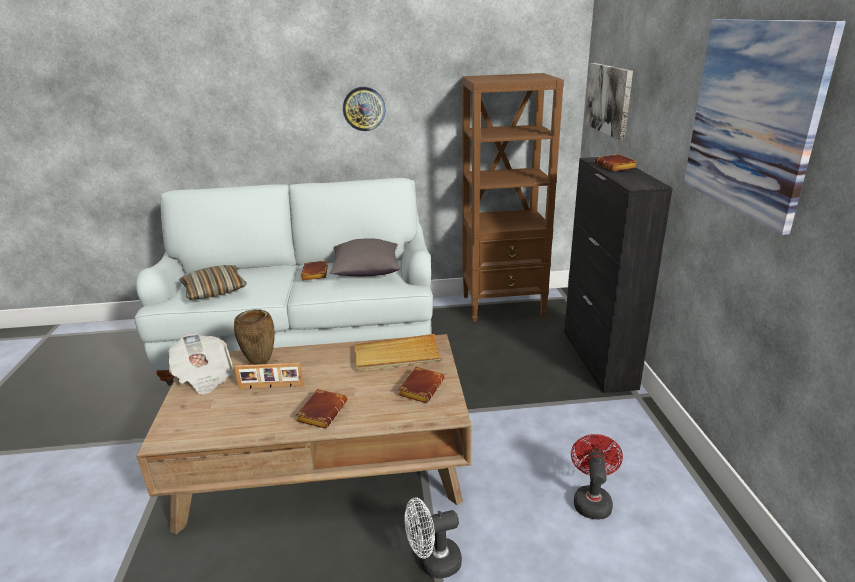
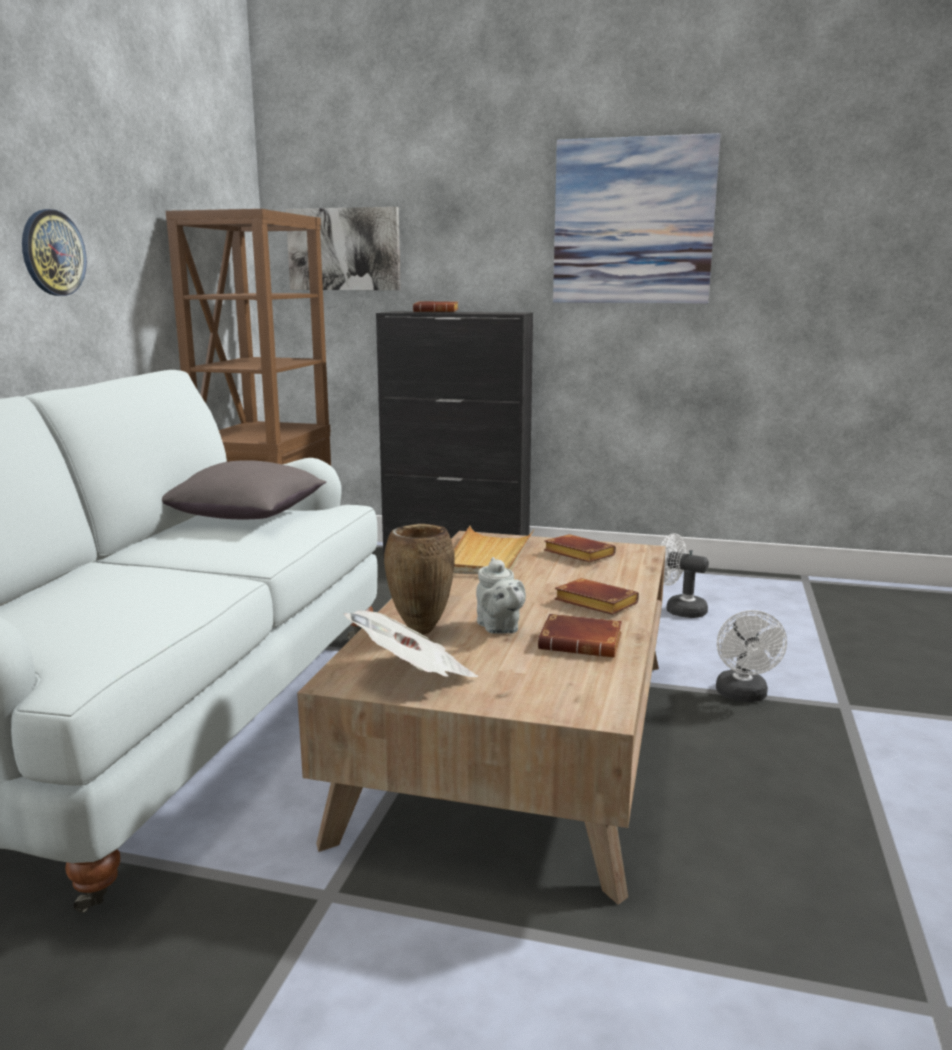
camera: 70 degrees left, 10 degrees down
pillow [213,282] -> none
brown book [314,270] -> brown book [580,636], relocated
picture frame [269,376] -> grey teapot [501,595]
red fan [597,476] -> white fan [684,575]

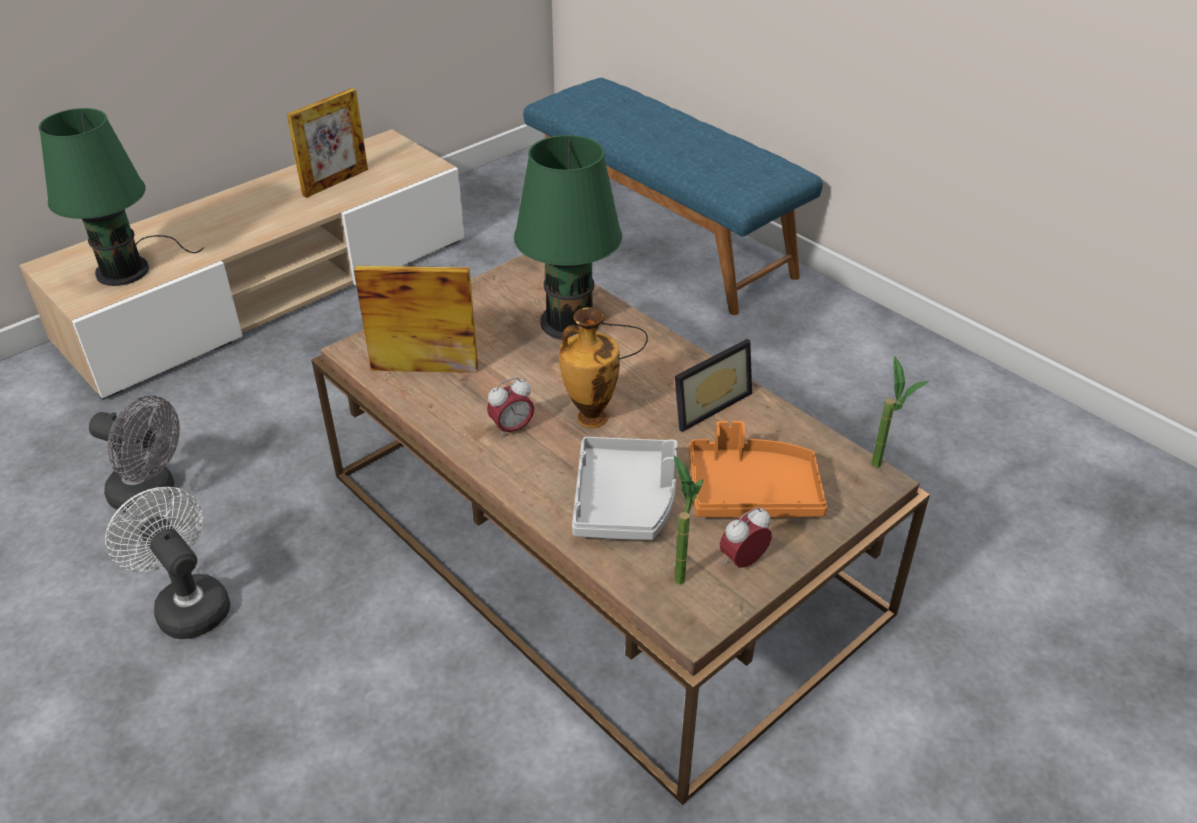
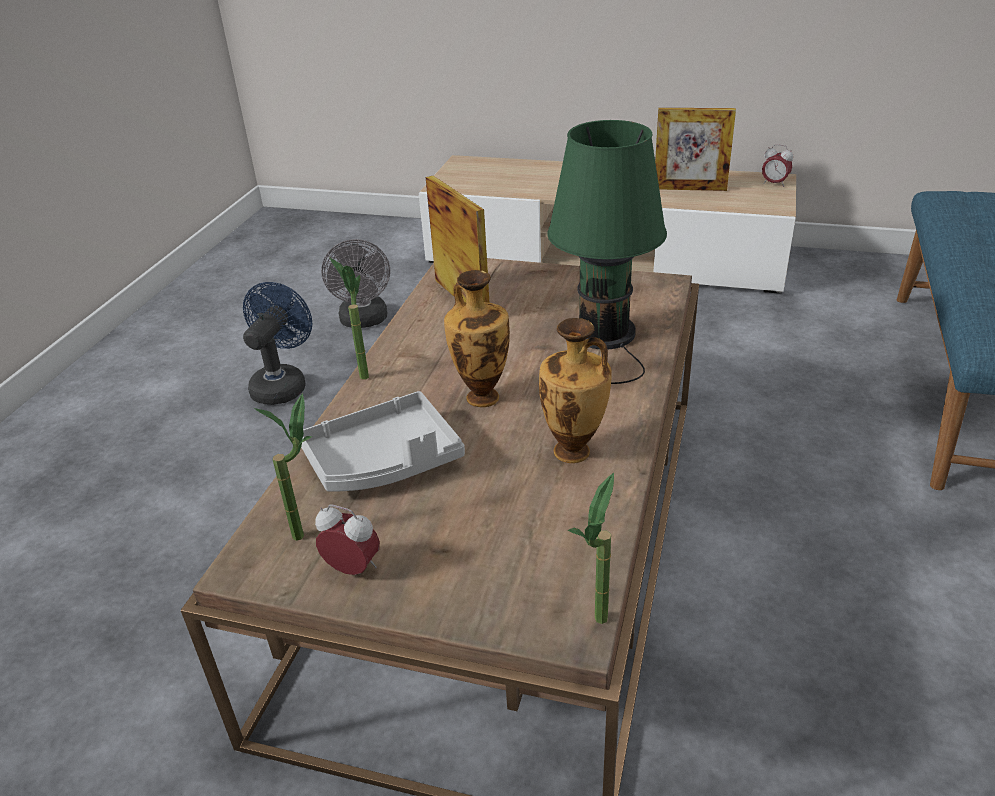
camera: 60 degrees right, 5 degrees down
green table lamp [121,197] -> none
orange tray [758,469] -> none
none -> potted plant [349,318]
alarm clock [510,407] -> alarm clock [777,165], relocated
picture frame [713,385] -> vase [575,390]
white fan [167,563] -> blue fan [277,343]

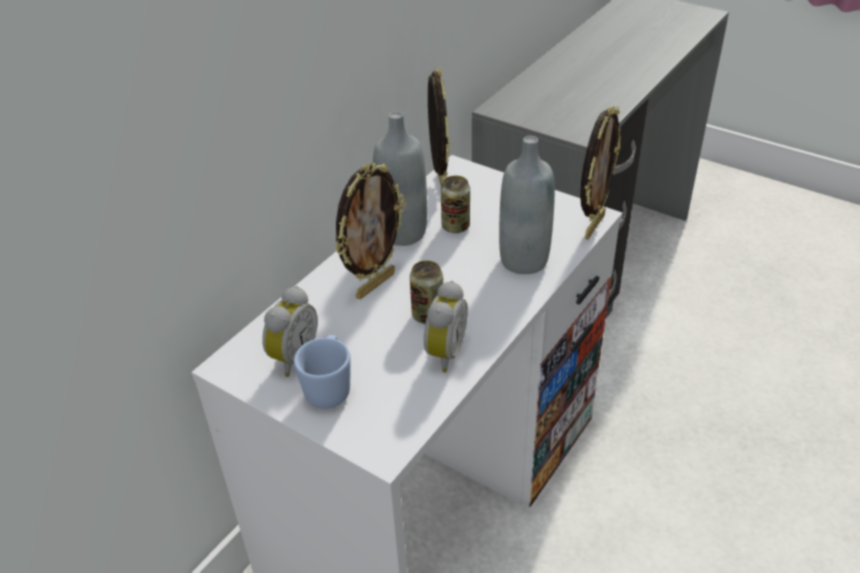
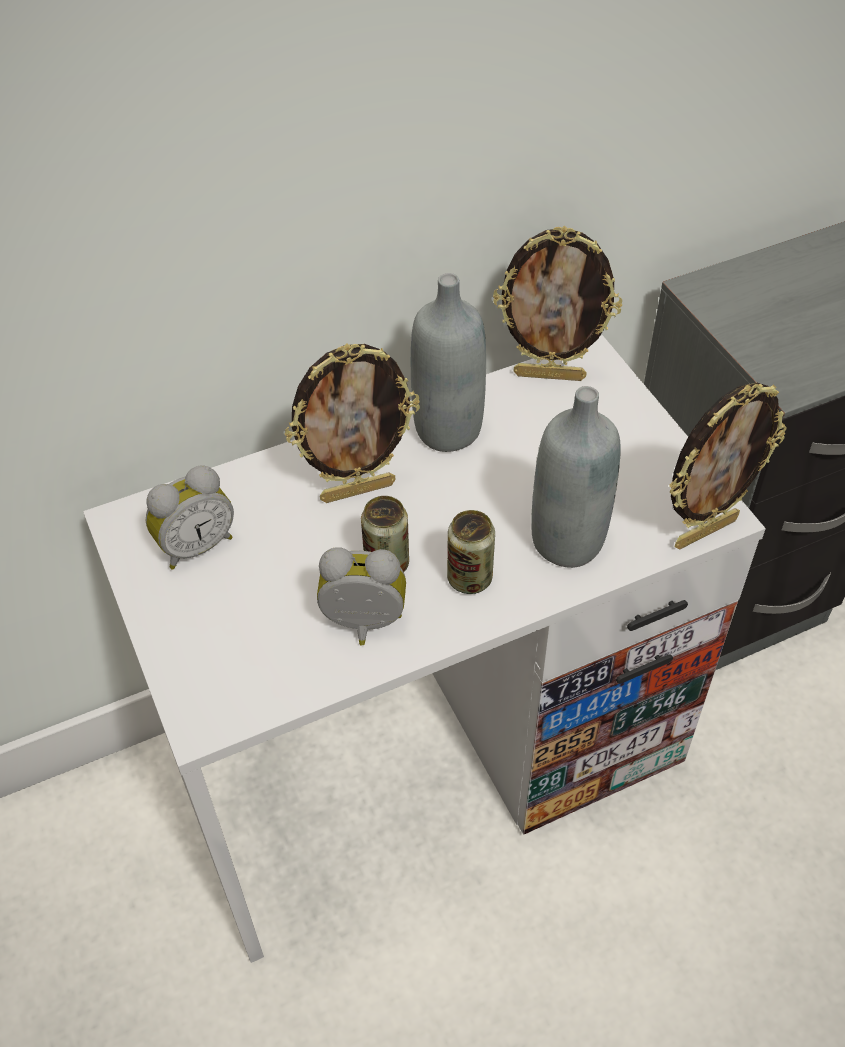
camera: 30 degrees right, 10 degrees up
blue mug [322,372] -> none
can [455,204] -> can [471,552], relocated
alarm clock [446,327] -> alarm clock [361,596], 135 degrees counterclockwise
picture frame [439,127] -> picture frame [557,303], 75 degrees clockwise

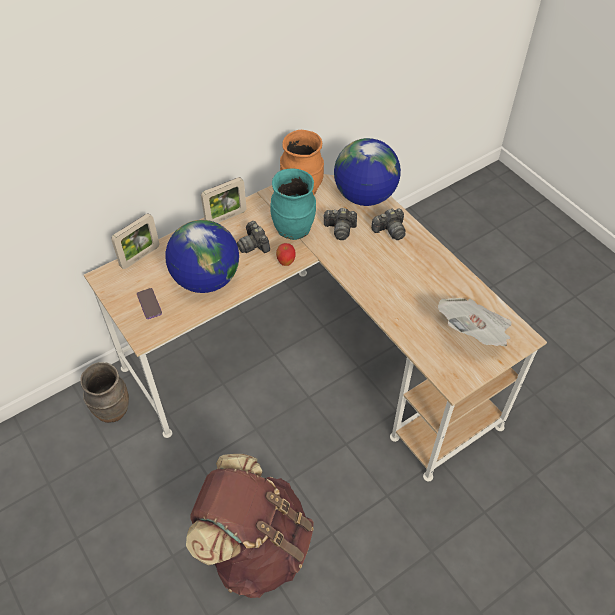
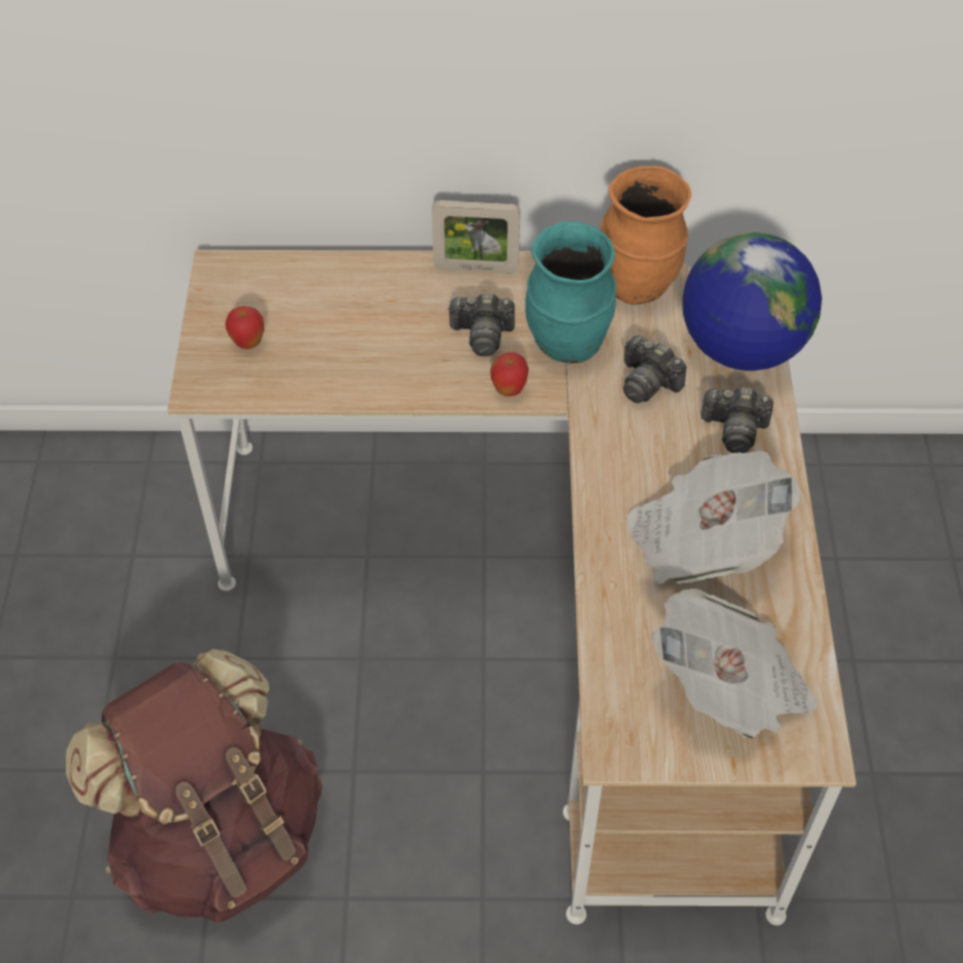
camera: 35 degrees right, 0 degrees up
brown vase [104,392] -> none
picture frame [135,241] -> none
globe [202,256] -> none
none -> newspaper [713,517]
phone [149,303] -> apple [244,327]
photo camera [253,237] -> photo camera [481,324], 90 degrees counterclockwise

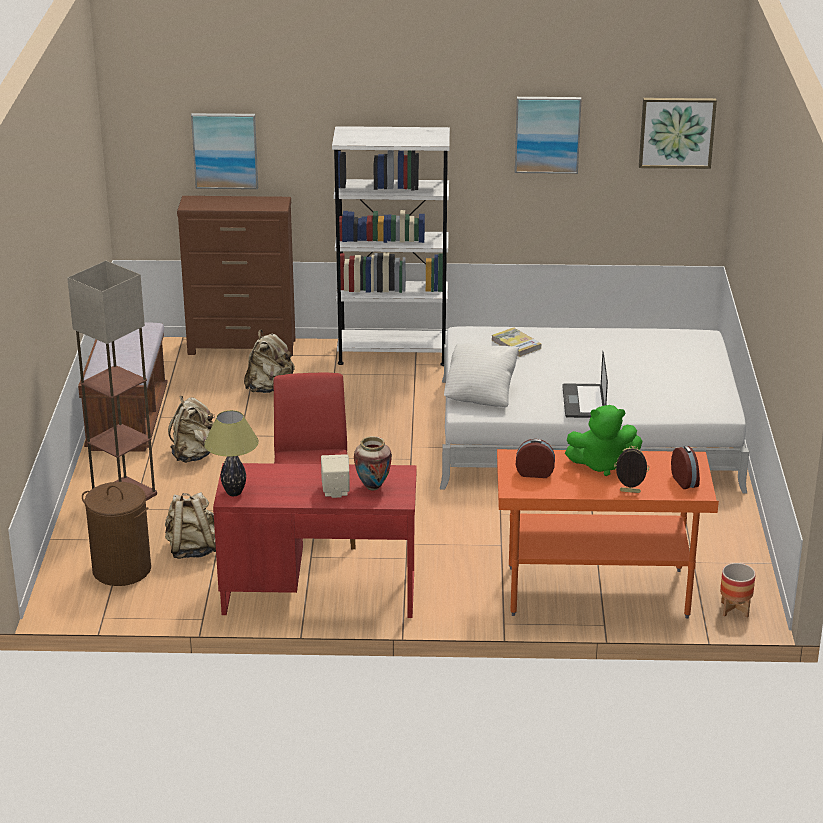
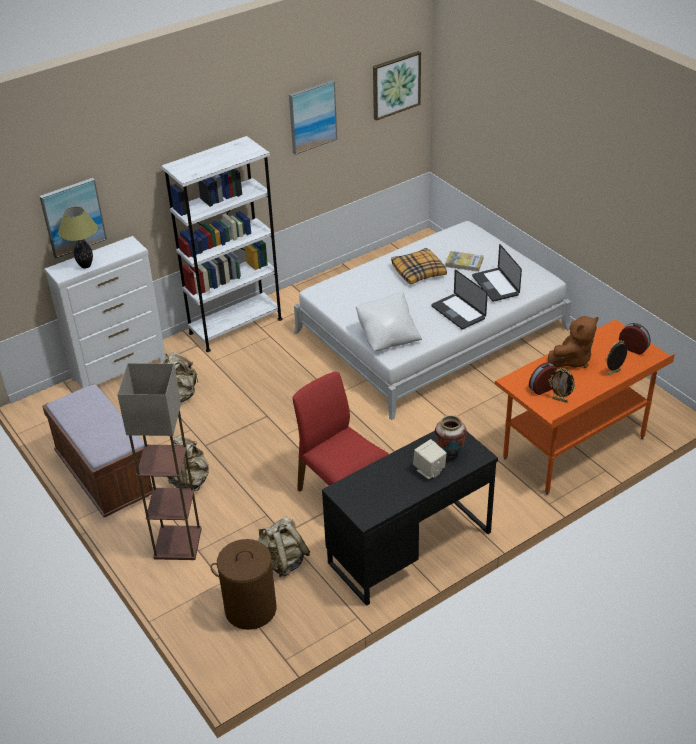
camera: 35 degrees left, 10 degrees up
planter [738,590] -> none
none -> pillow [419,266]
none -> laptop [497,273]
none -> picture frame [562,385]
table lamp [231,453] -> table lamp [78,237], relocated
book [516,342] -> book [464,261], relocated
brown dresser [236,276] -> white dresser [105,312]
red desk [315,540] -> black desk [410,518]
green plush toy [603,440] -> brown plush toy [573,342]

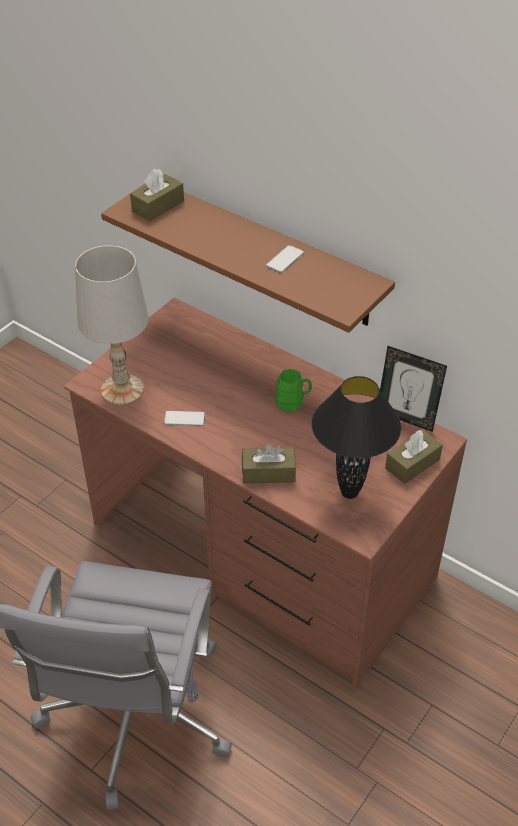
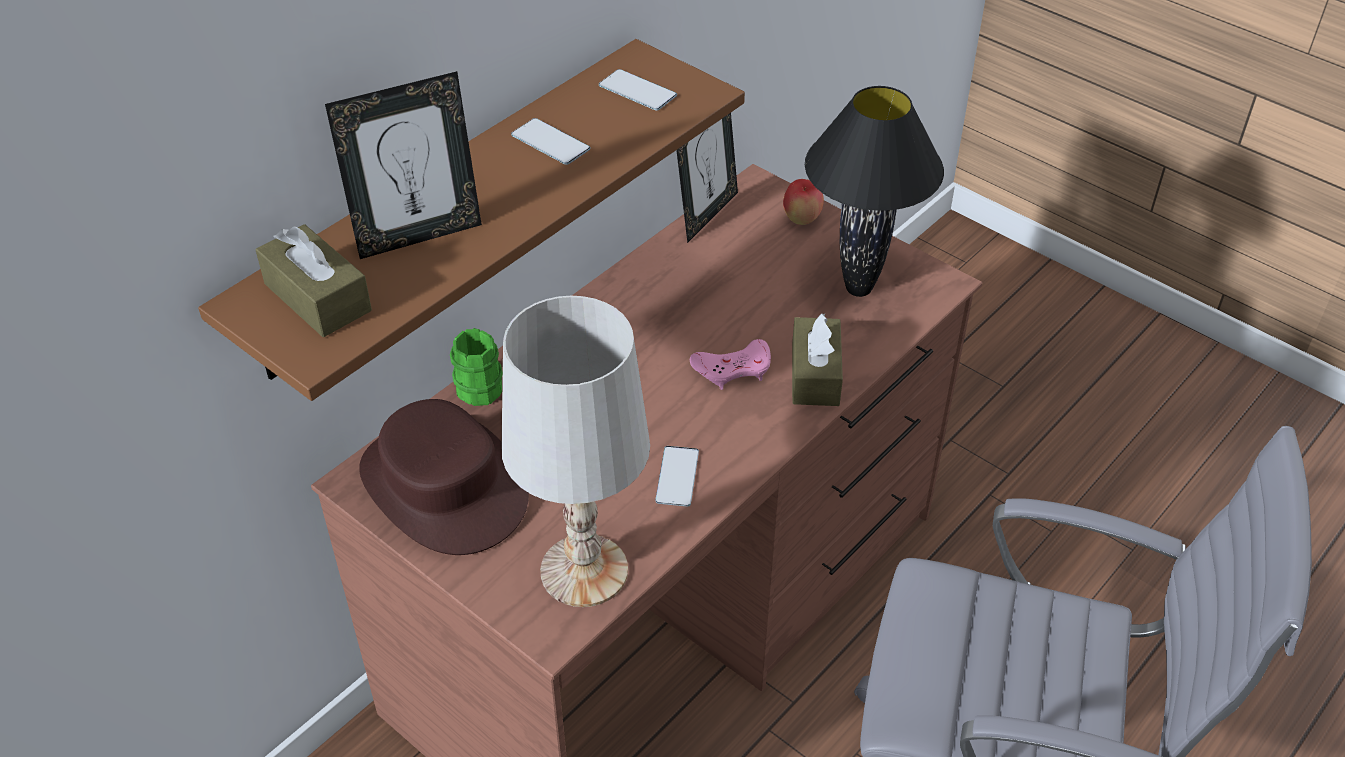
camera: 85 degrees left, 0 degrees up
none -> picture frame [403,165]
none -> brown hat [444,477]
none -> phone [638,90]
none -> pink game controller [730,364]
green mug [293,390] -> green mug [476,367], relocated
brown tissue box [414,457] -> apple [803,202]

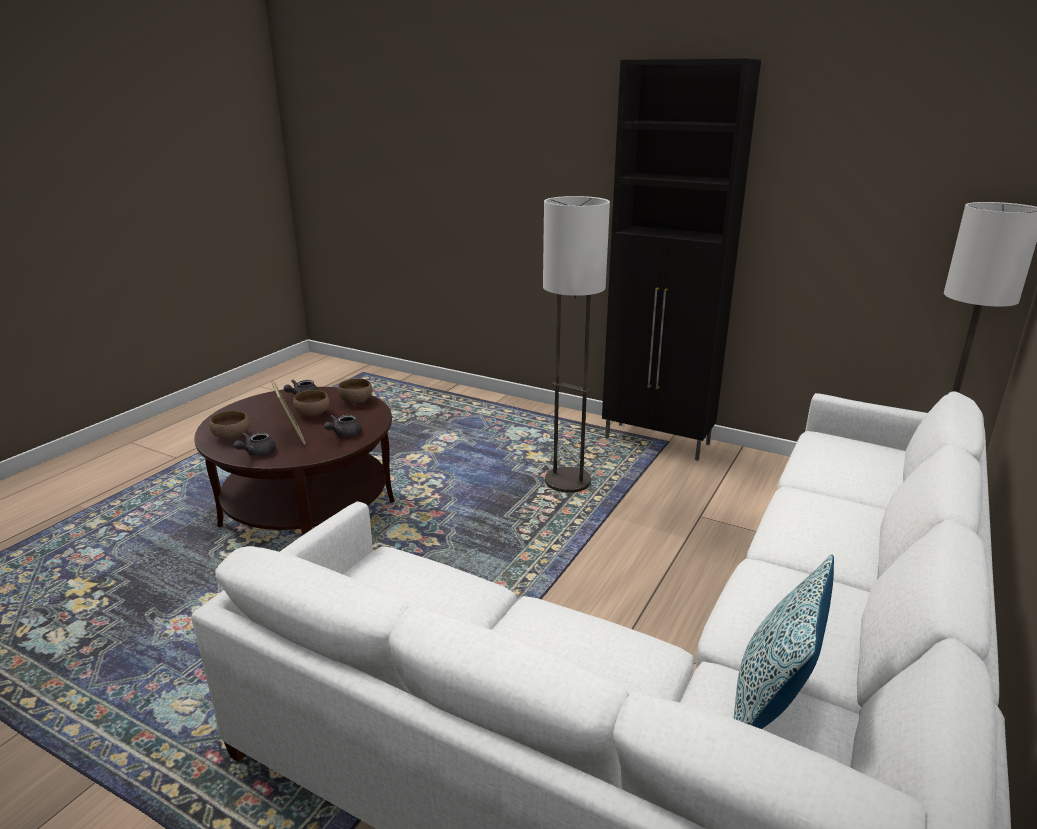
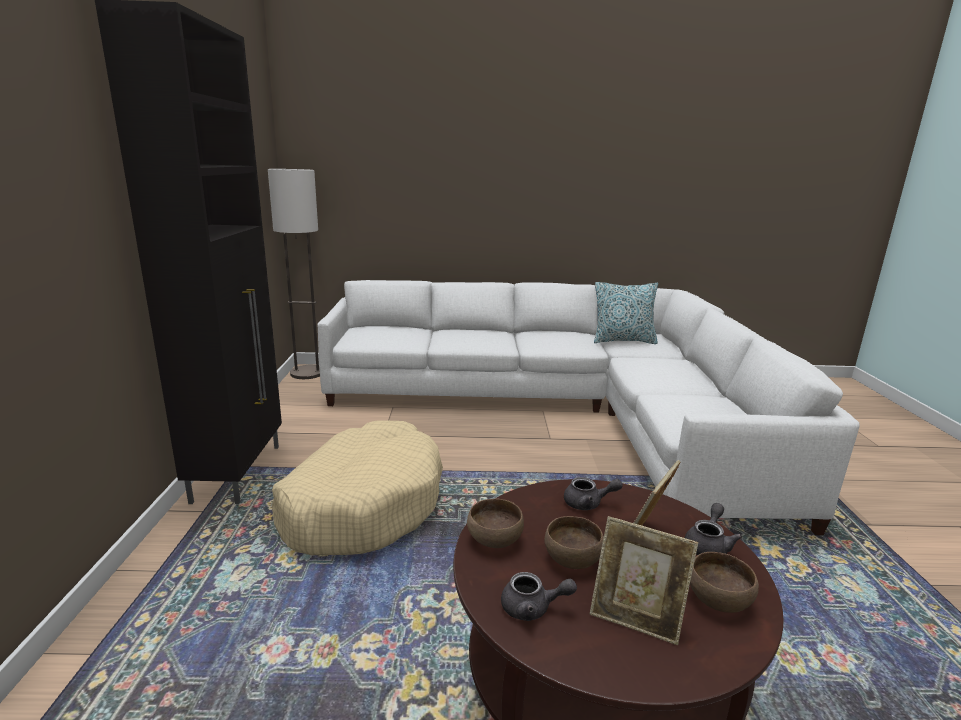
camera: 120 degrees left, 5 degrees down
none -> picture frame [644,580]
floor lamp [576,344] -> beige dog bed [357,487]
grey teapot [255,444] -> grey teapot [713,529], 60 degrees counterclockwise

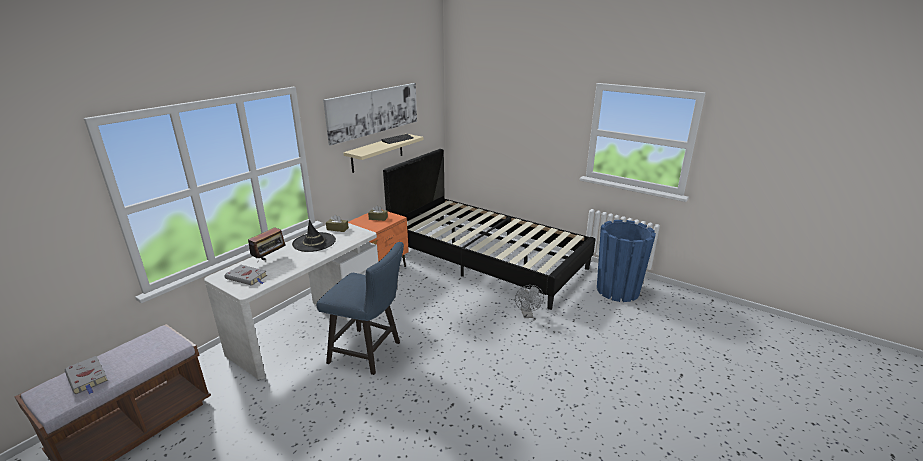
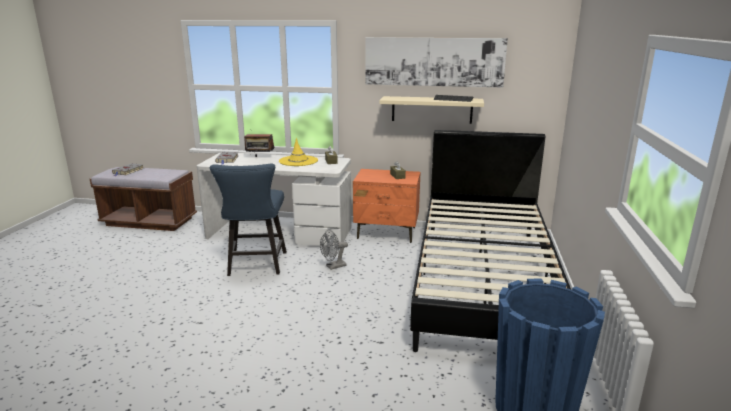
camera: 65 degrees right, 5 degrees down
grey fan [529,301] -> grey fan [334,250], relocated
black hat [314,235] -> yellow hat [298,152]

